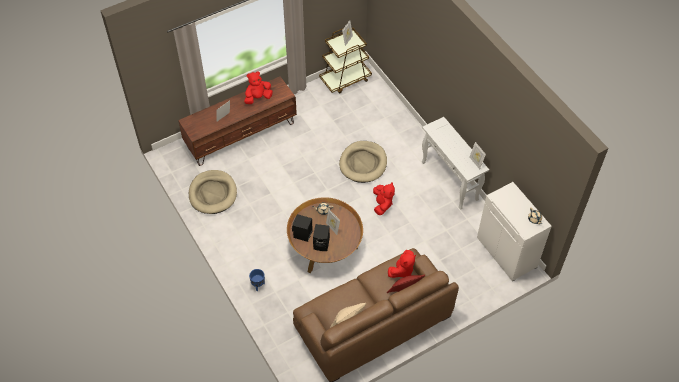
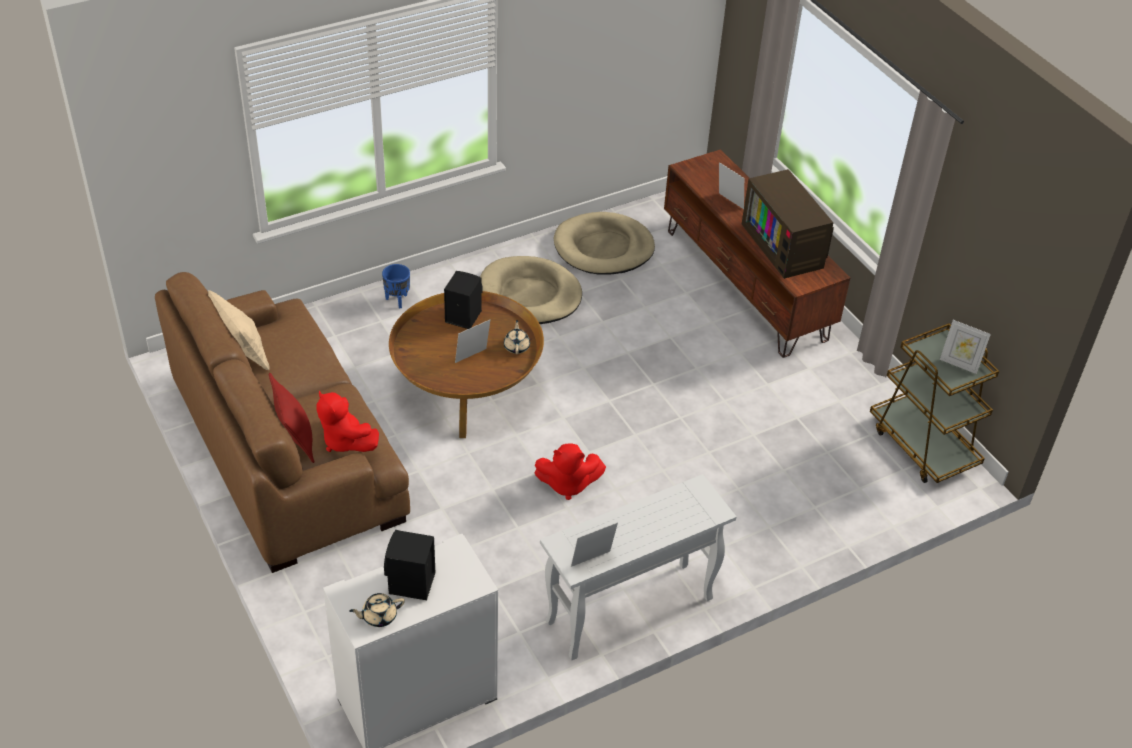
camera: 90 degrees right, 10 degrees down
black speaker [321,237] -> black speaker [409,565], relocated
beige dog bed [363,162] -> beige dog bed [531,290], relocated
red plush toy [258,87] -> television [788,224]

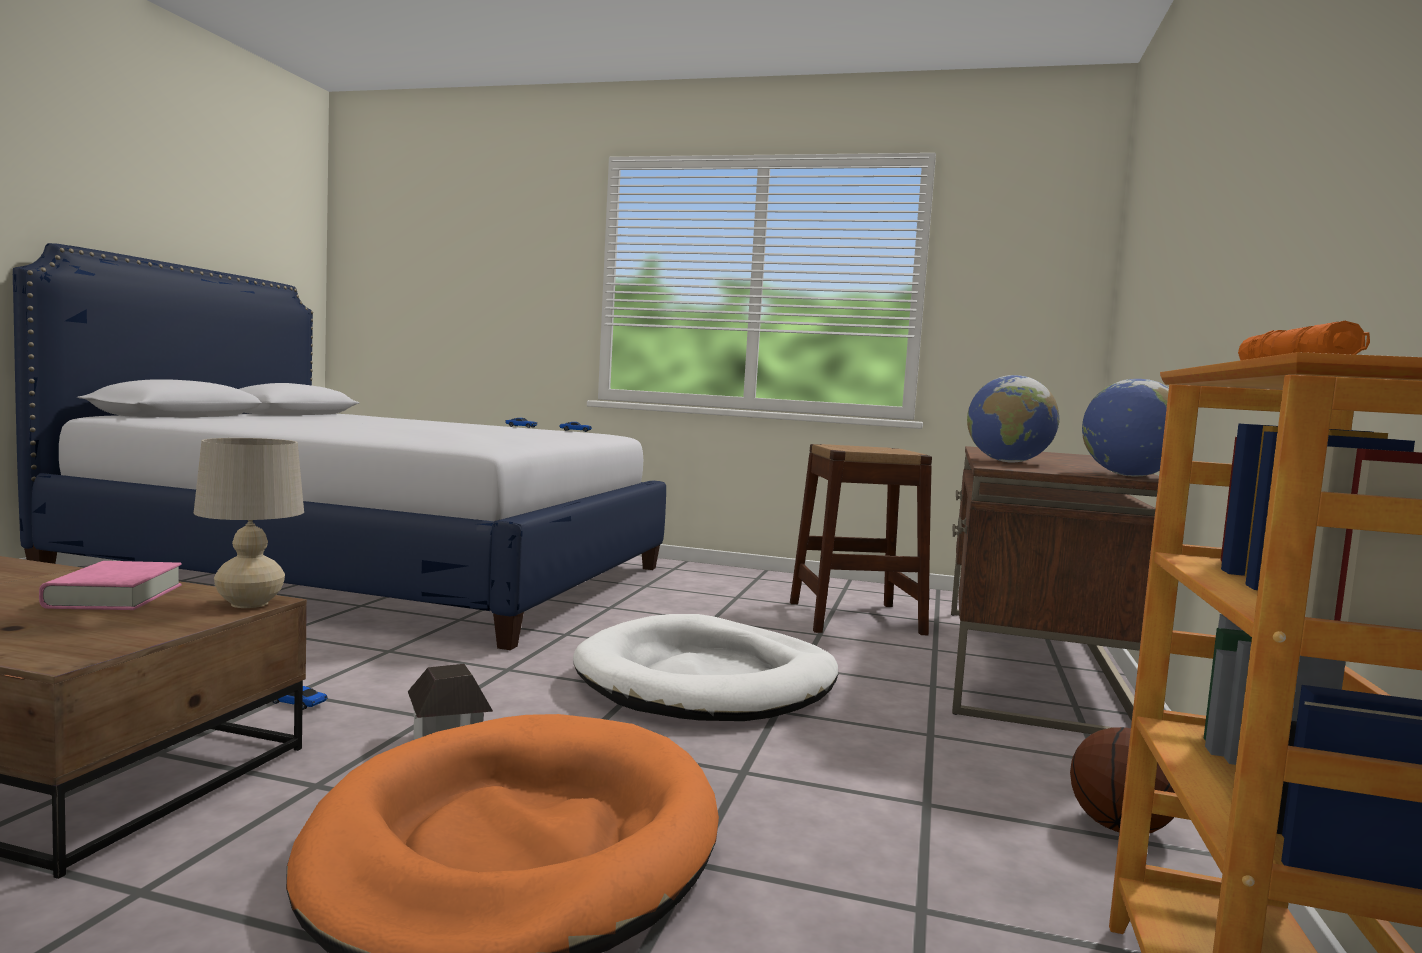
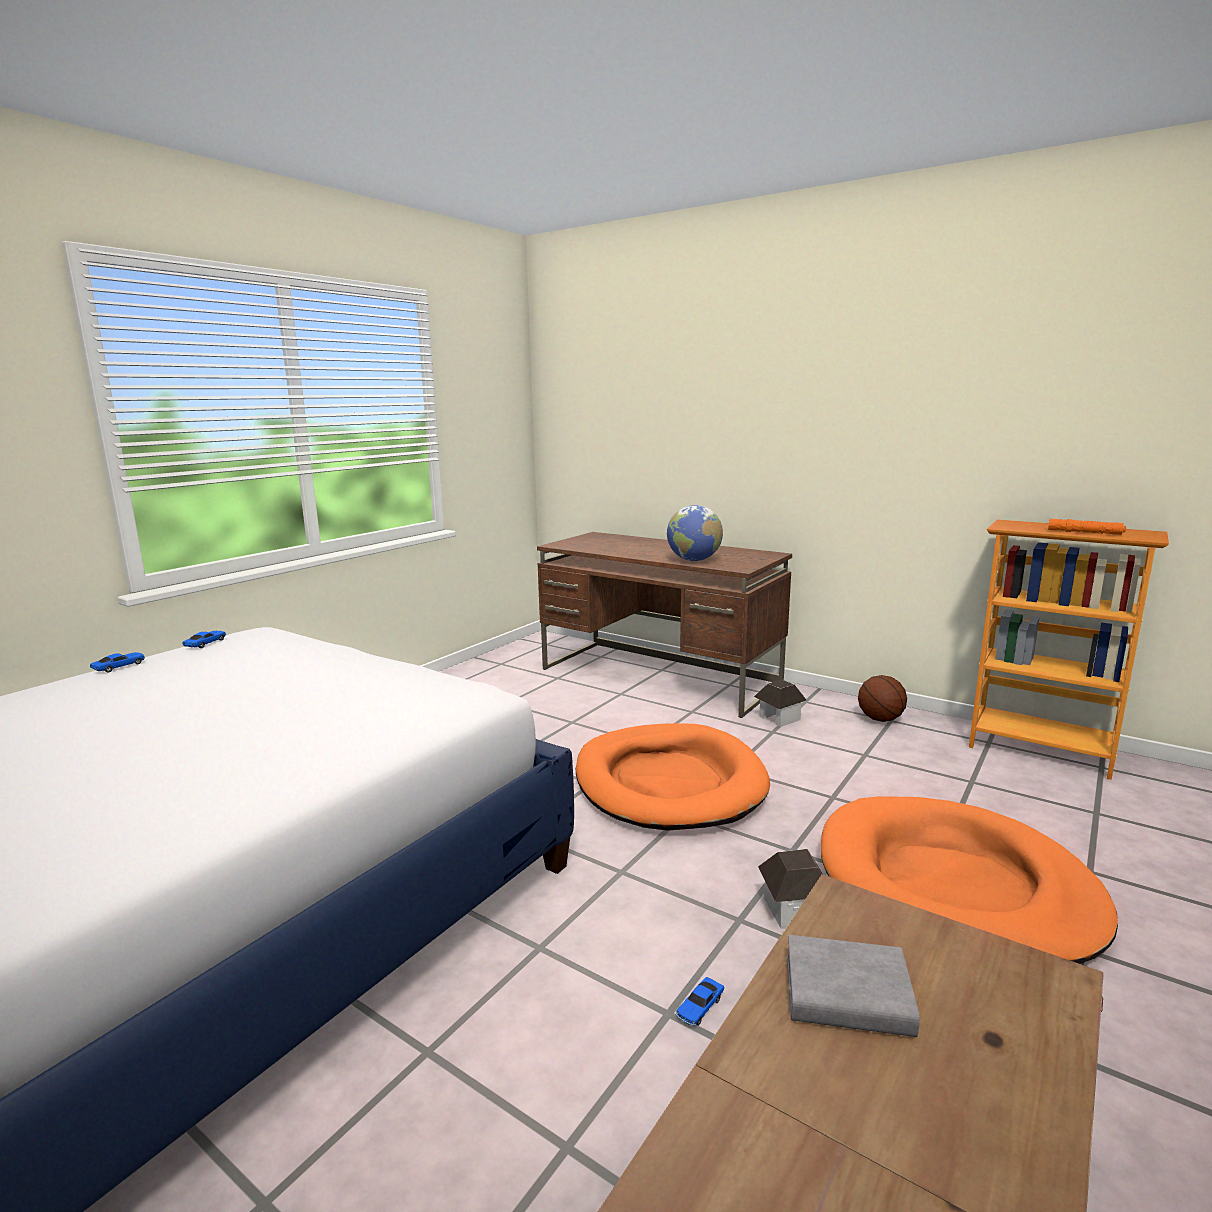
camera: 70 degrees left, 10 degrees up
beige table lamp [249,523] -> none
brown stool [861,539] -> none
globe [1125,428] -> none
none -> toy house [780,703]
pink book [110,585] -> grey book [853,986]
white dog bed [705,667] -> orange dog bed [673,776]

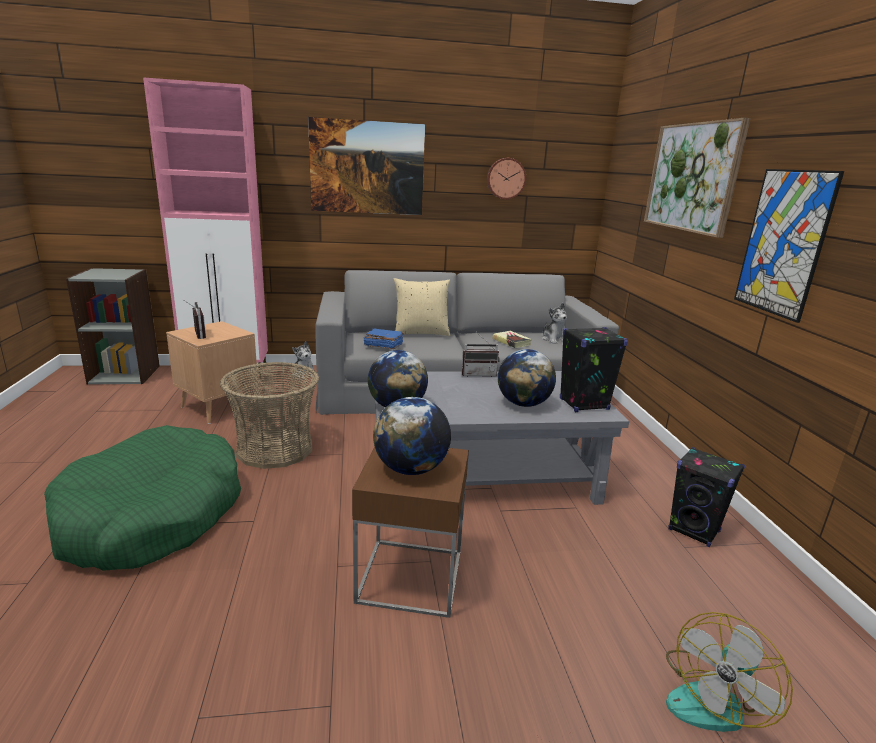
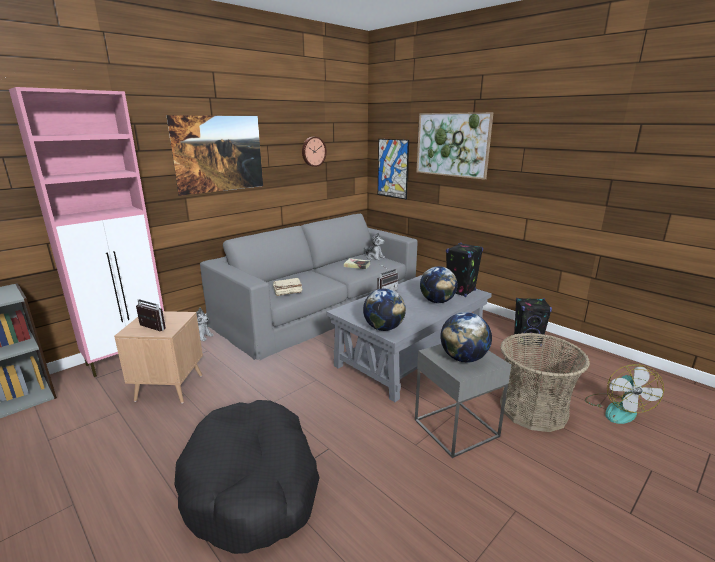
camera: 35 degrees left, 0 degrees up
beige pillow [422,307] -> none
basket [269,415] -> basket [545,382], relocated
picture [789,246] -> picture [393,169], relocated
green dog bed [142,498] -> black dog bed [247,477]
brown side table [410,532] -> grey side table [463,401]
blue book [384,338] -> beige book [287,287]

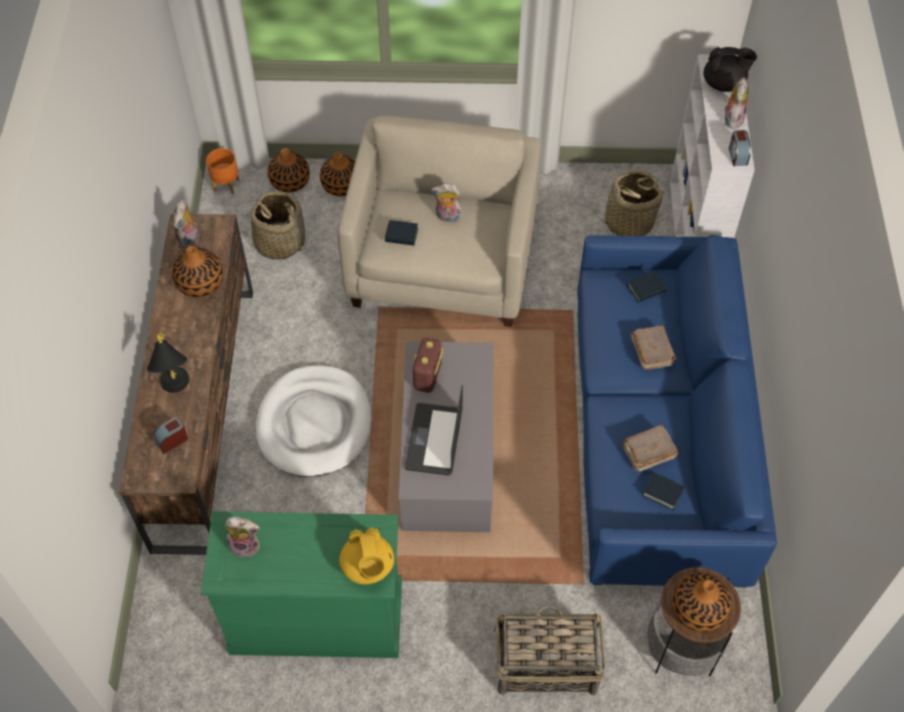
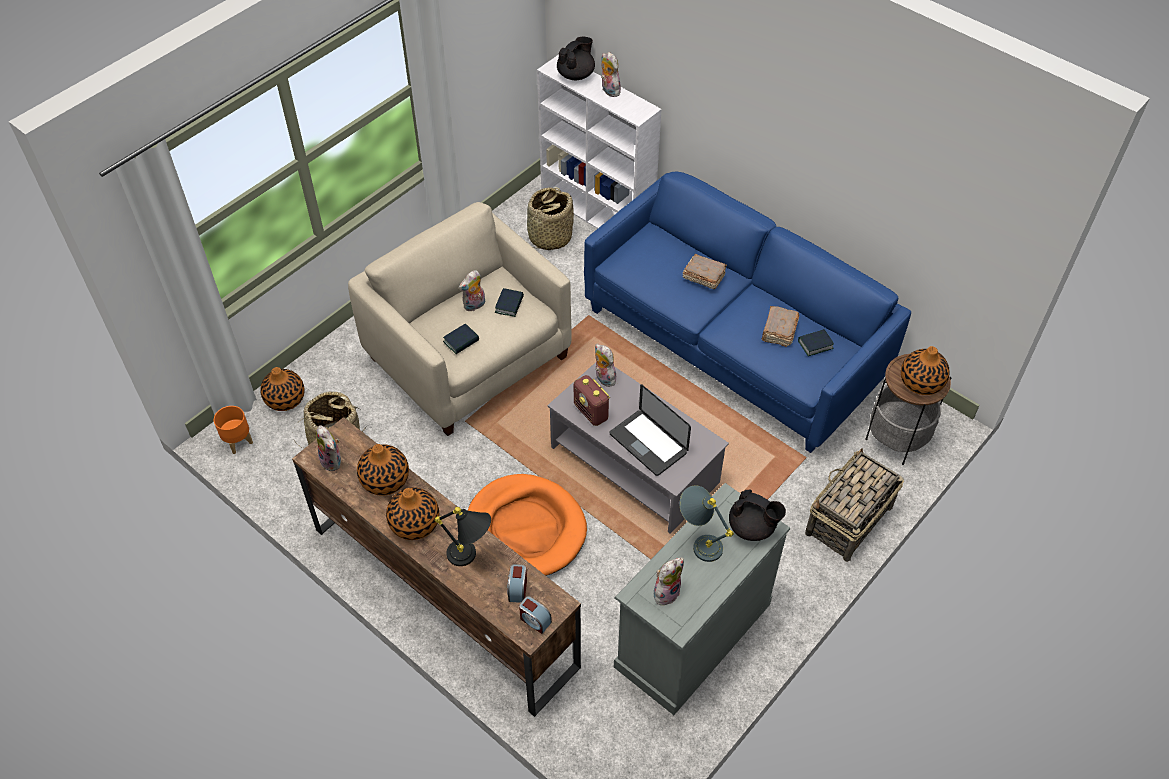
camera: 50 degrees left, 5 degrees down
none -> plush toy [605,365]
none -> grey table lamp [706,523]
vase [337,174] -> vase [412,513], relocated
book [646,286] -> book [509,302], relocated
alarm clock [740,148] -> alarm clock [535,615], relocated
green dresser [301,584] -> grey dresser [702,599]
white dog bed [314,421] -> orange dog bed [527,525]
yellow teapot [366,556] -> black teapot [757,515]

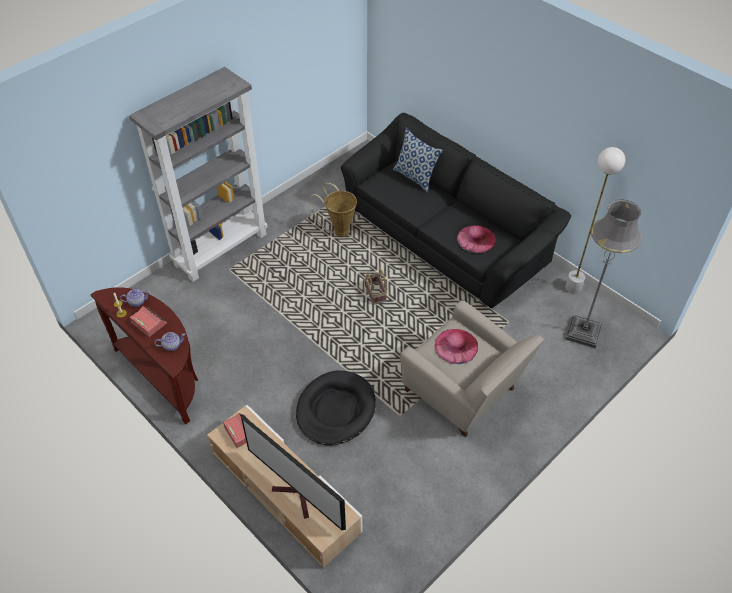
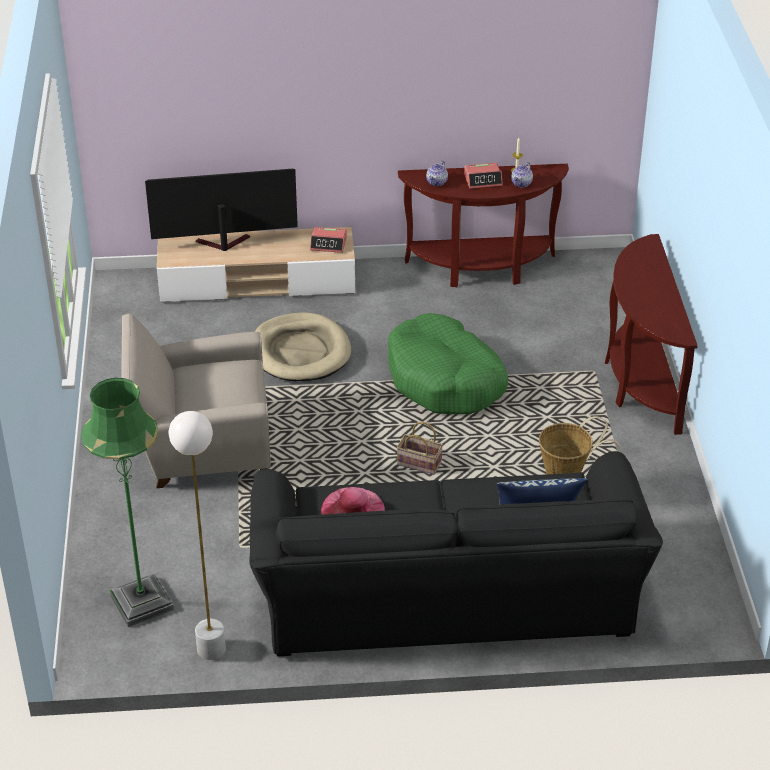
camera: 130 degrees right, 10 degrees down
pink hat [456,346] -> none
none -> green dog bed [448,363]
grey bookcase [198,174] -> brown console table [651,334]
black dog bed [336,407] -> beige dog bed [303,346]
grey floor lamp [603,273] -> green floor lamp [127,502]

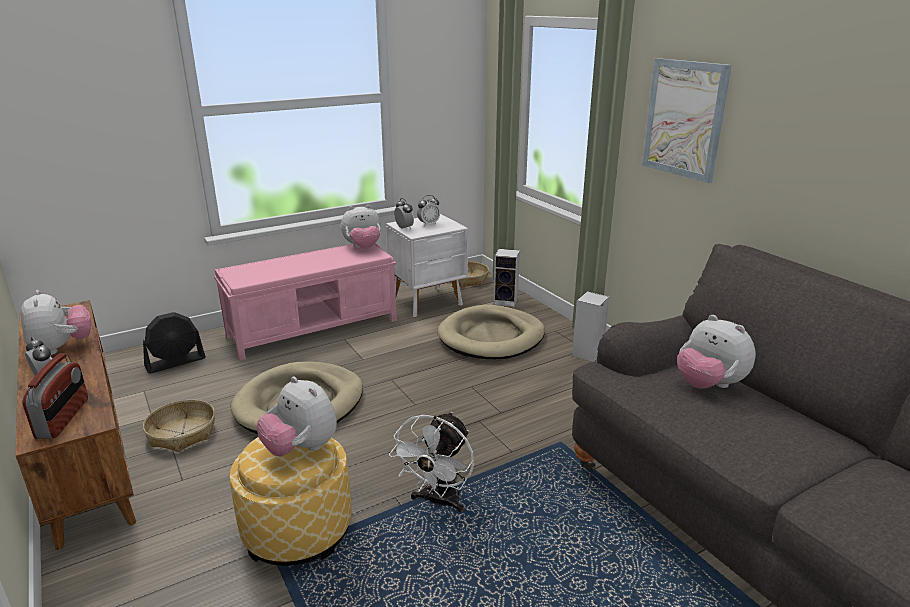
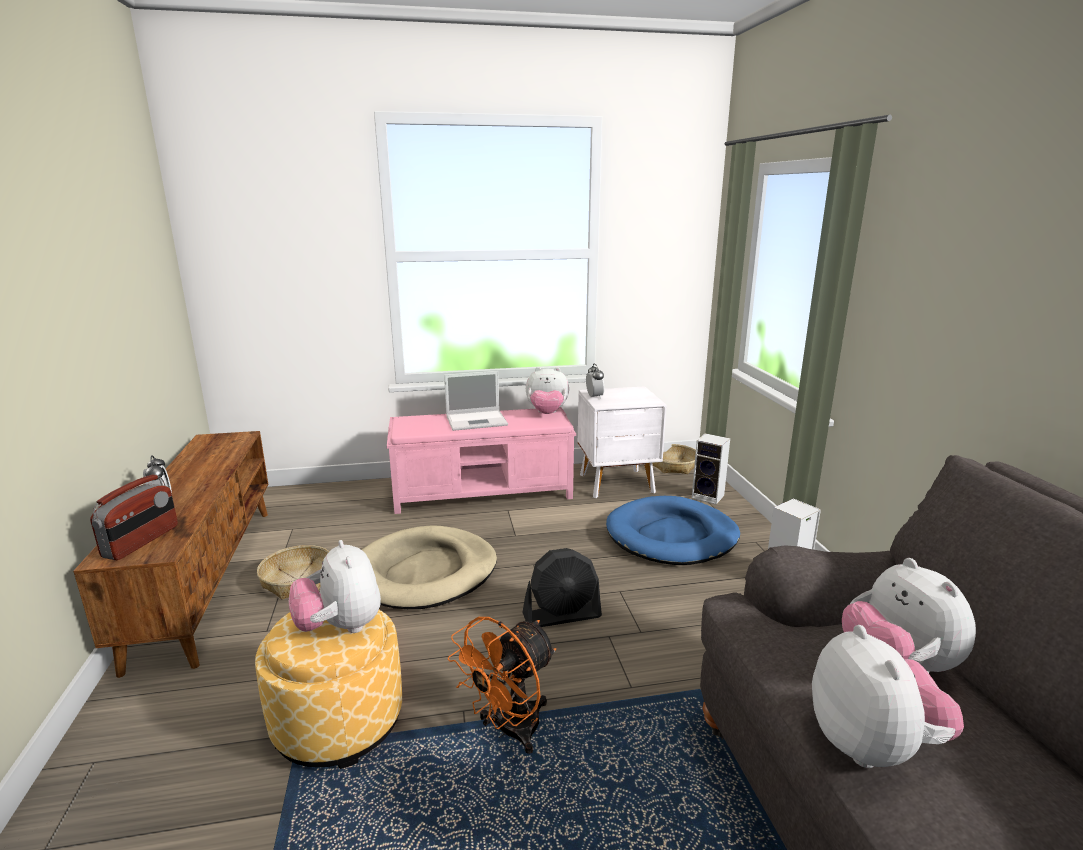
camera: 20 degrees right, 5 degrees down
alarm clock [428,210] -> none
picture [687,120] -> none
none -> laptop [476,401]
plush toy [56,322] -> plush toy [888,696], relocated
black fan [174,343] -> black fan [562,587], relocated
white fan [431,462] -> orange fan [502,685]
beige dog bed [491,332] -> blue dog bed [673,530]

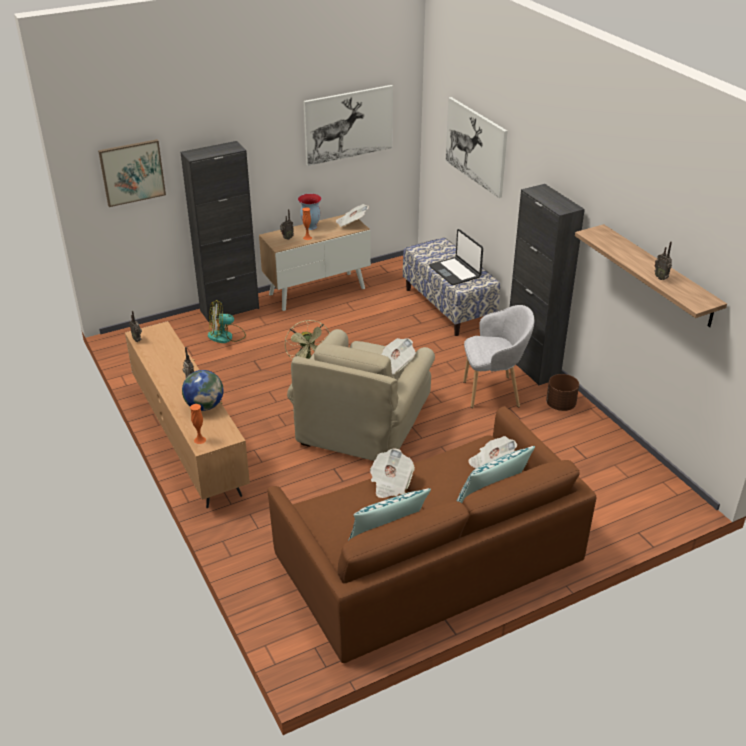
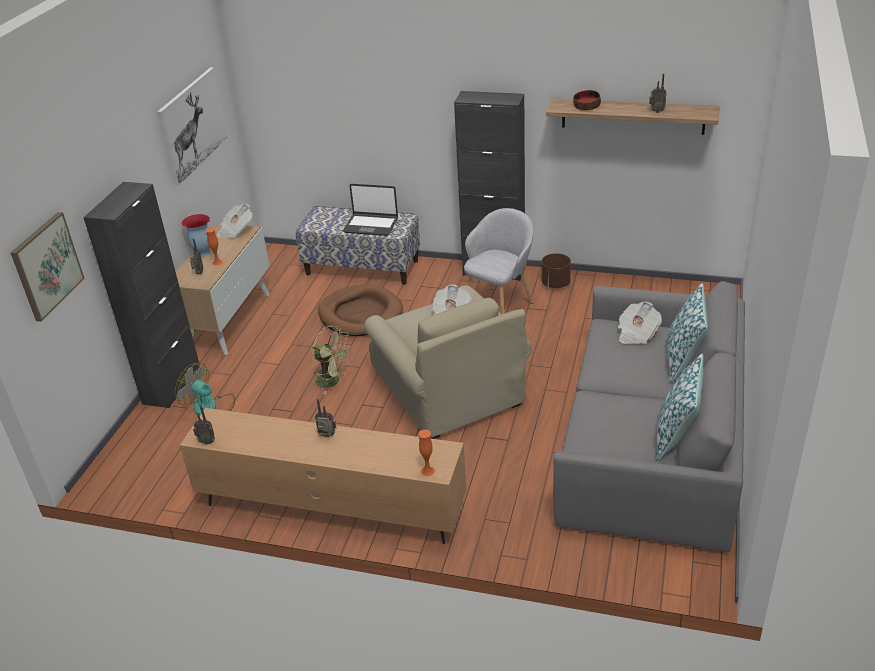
camera: 45 degrees left, 0 degrees up
globe [202,390] -> none
newspaper [392,473] -> none
picture [477,147] -> none
none -> brown dog bed [360,310]
none -> bowl [587,100]
brown sofa [432,534] -> grey sofa [649,416]
fan [227,321] -> fan [205,389], 90 degrees clockwise

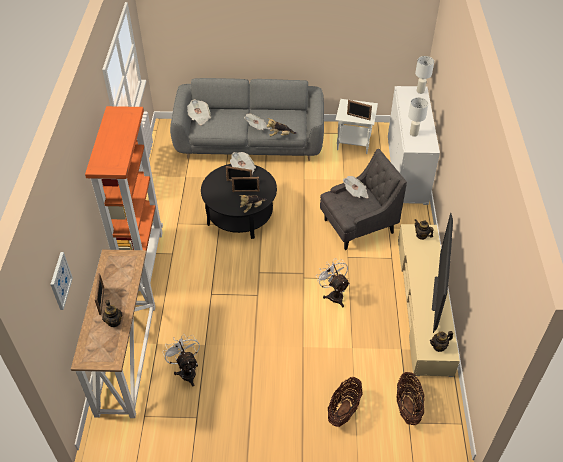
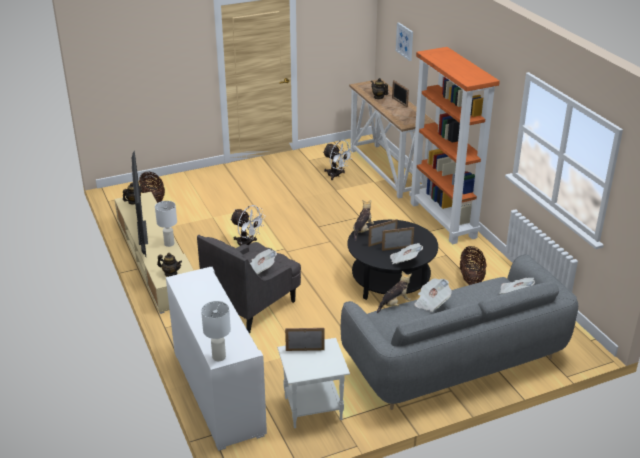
camera: 155 degrees right, 15 degrees down
basket [345,402] -> basket [473,265], relocated
white table lamp [418,117] -> white table lamp [166,224], relocated

